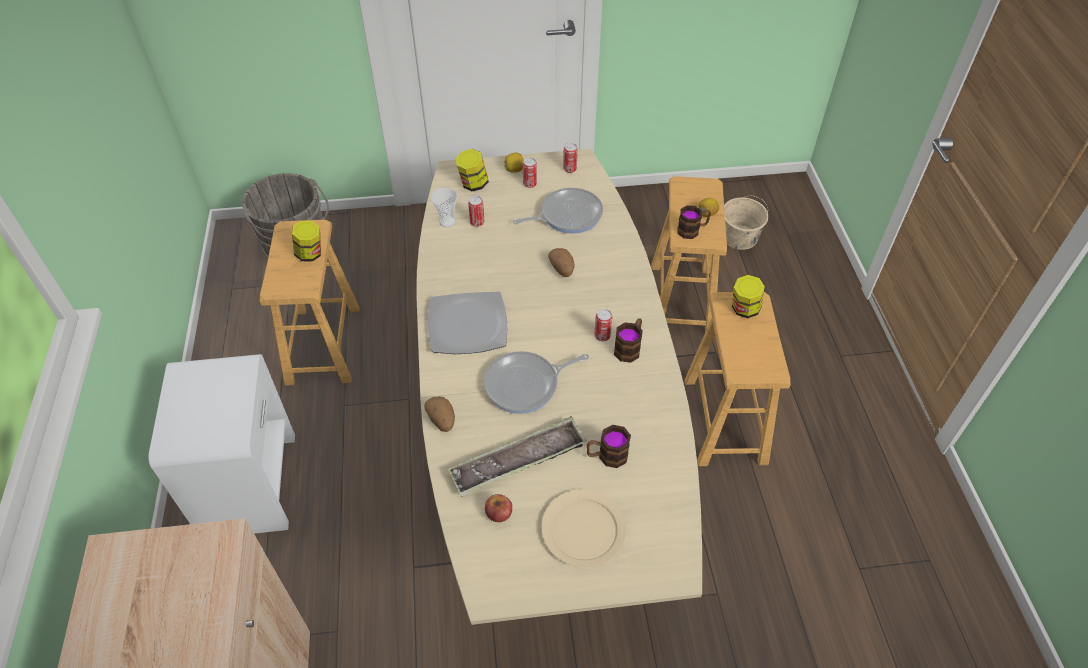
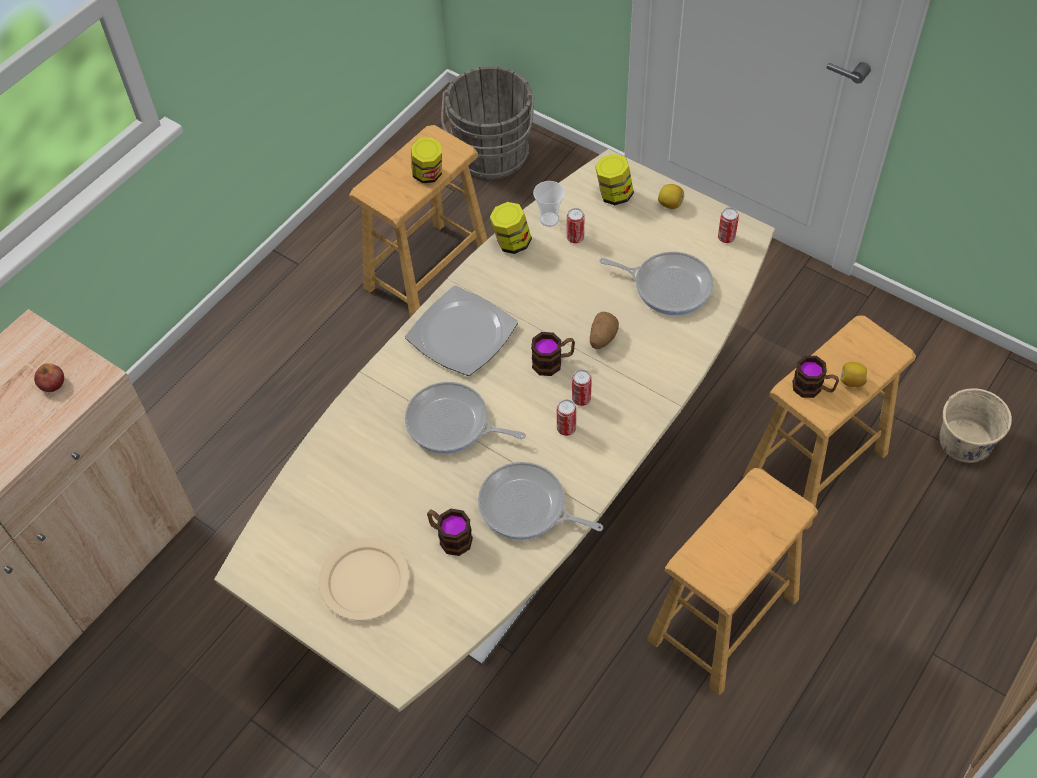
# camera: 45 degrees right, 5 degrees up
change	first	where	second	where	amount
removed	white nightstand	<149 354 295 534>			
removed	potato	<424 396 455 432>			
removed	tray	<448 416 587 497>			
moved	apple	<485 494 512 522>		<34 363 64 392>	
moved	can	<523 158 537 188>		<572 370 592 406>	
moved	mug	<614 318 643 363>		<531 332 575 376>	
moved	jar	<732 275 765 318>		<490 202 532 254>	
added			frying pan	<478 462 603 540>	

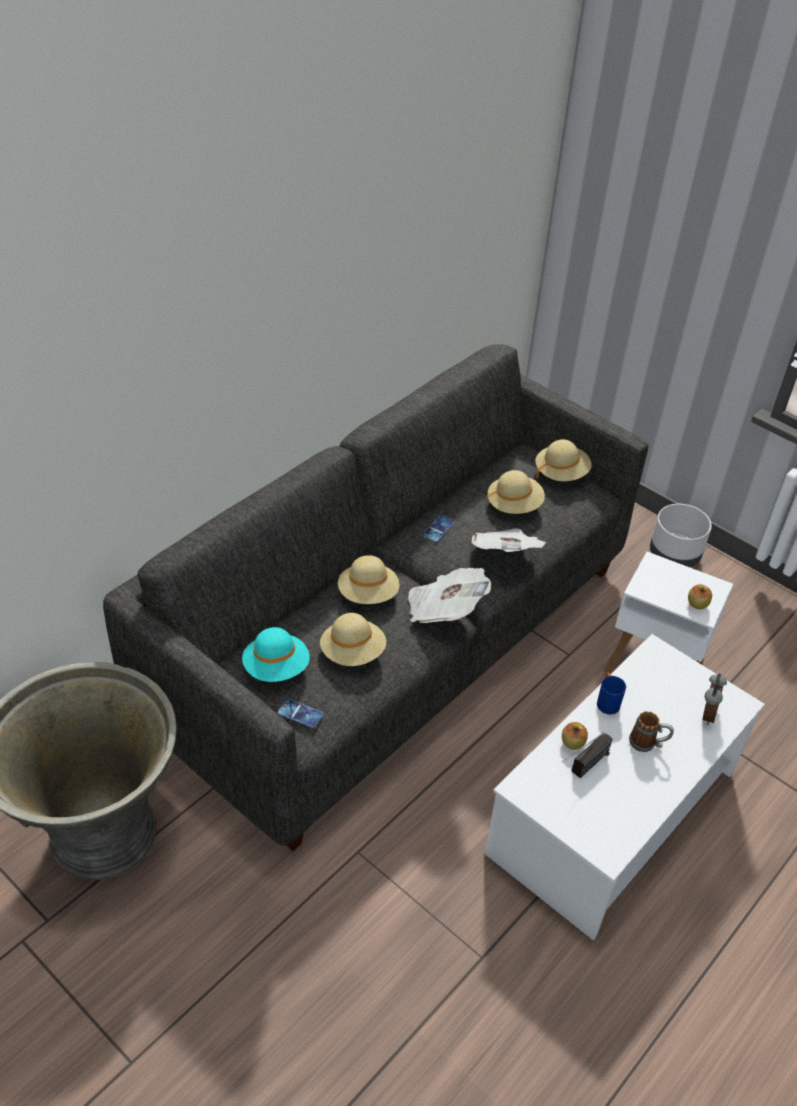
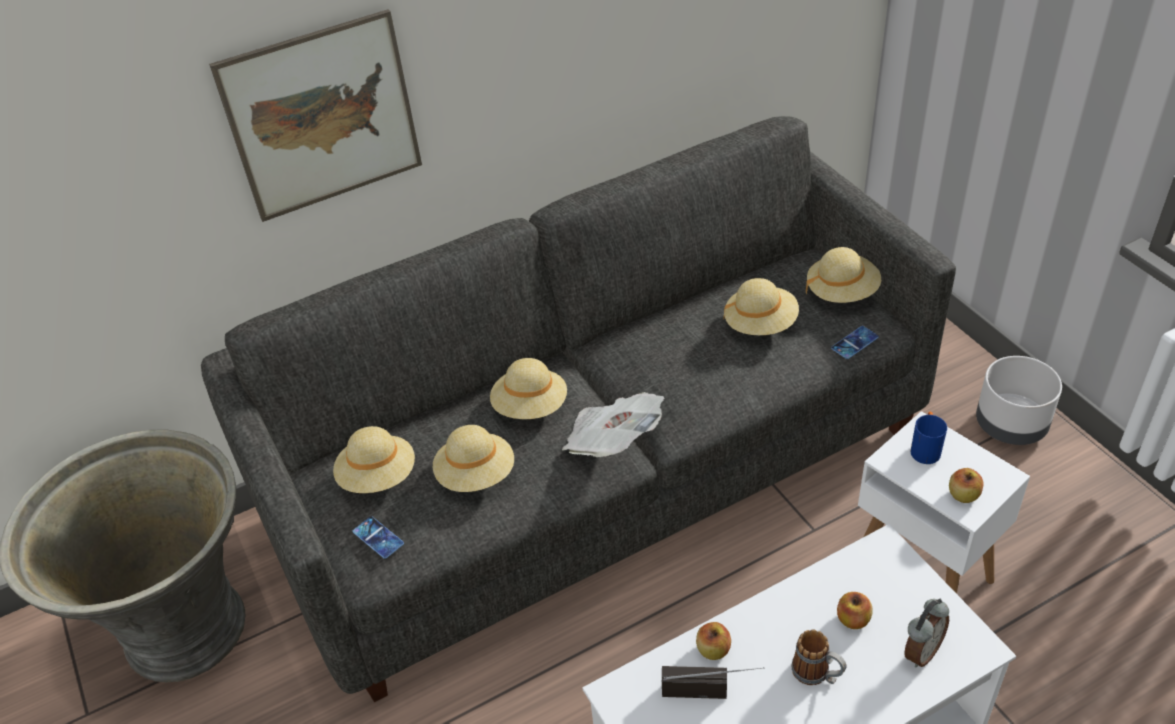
# camera: 25 degrees right, 0 degrees up
change	first	where	second	where	amount
recoloured	turquoise hat	<242 627 310 682>	beige hat	<333 426 415 493>	
moved	phone	<422 515 455 542>		<831 326 879 359>	
removed	newspaper	<471 528 546 552>			
turned	radio	<562 732 613 778>		<662 666 764 699>	150 degrees counterclockwise
moved	blue mug	<597 673 626 715>		<910 412 947 464>	
added			picture	<209 9 422 222>	
added			apple	<837 592 873 629>	

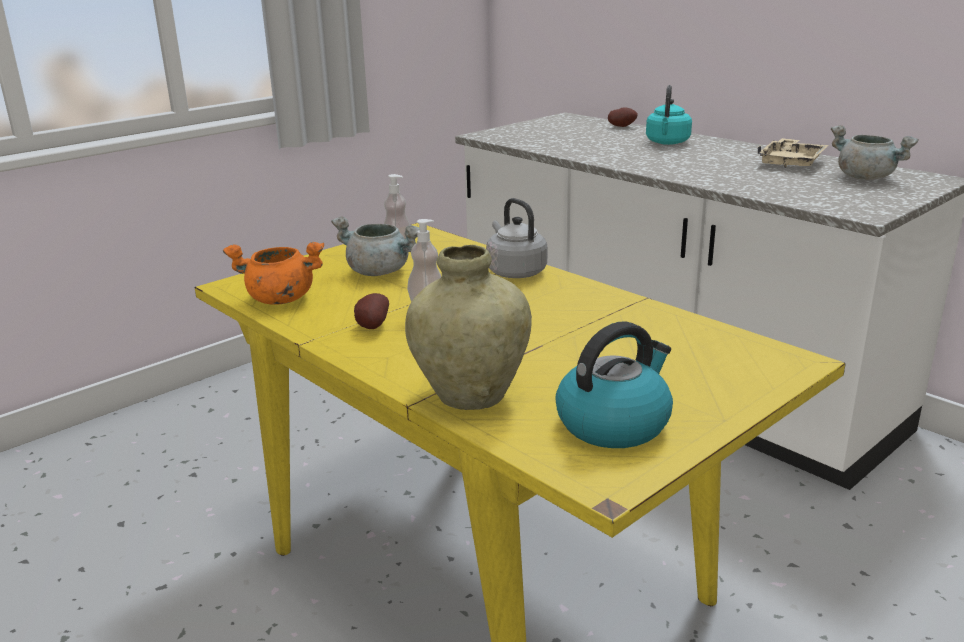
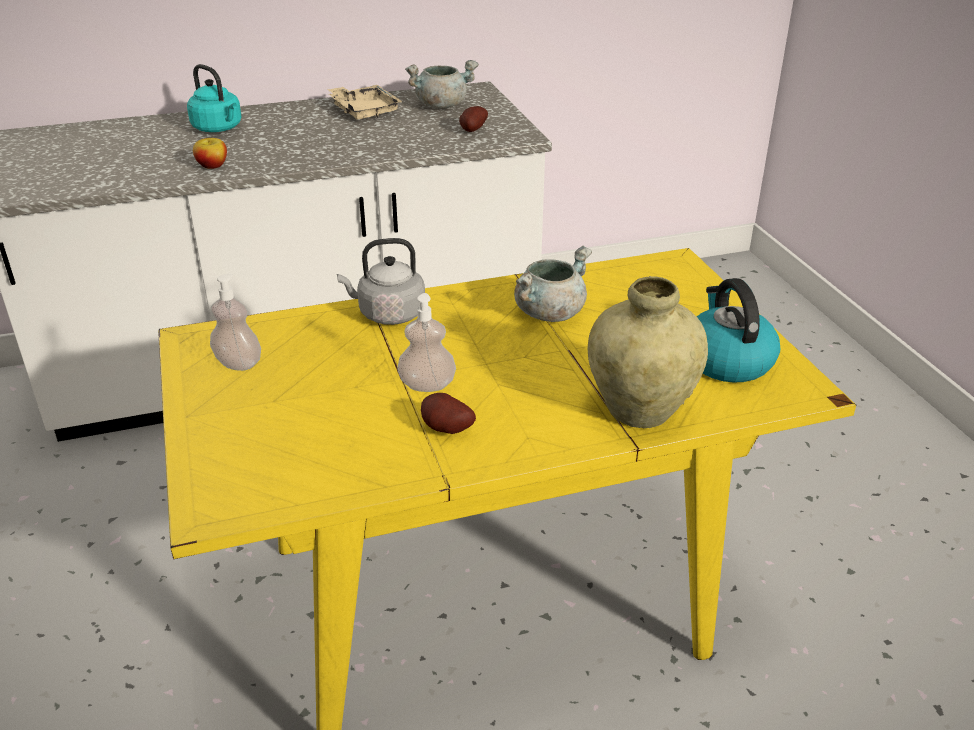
# camera: 65 degrees left, 10 degrees up
change	first	where	second	where	amount
removed	orange cooking pot	<223 242 324 305>			
moved	grey cooking pot	<331 217 420 276>		<514 246 592 322>	
moved	potato	<608 107 638 127>		<459 106 488 132>	
added			apple	<193 138 227 169>	

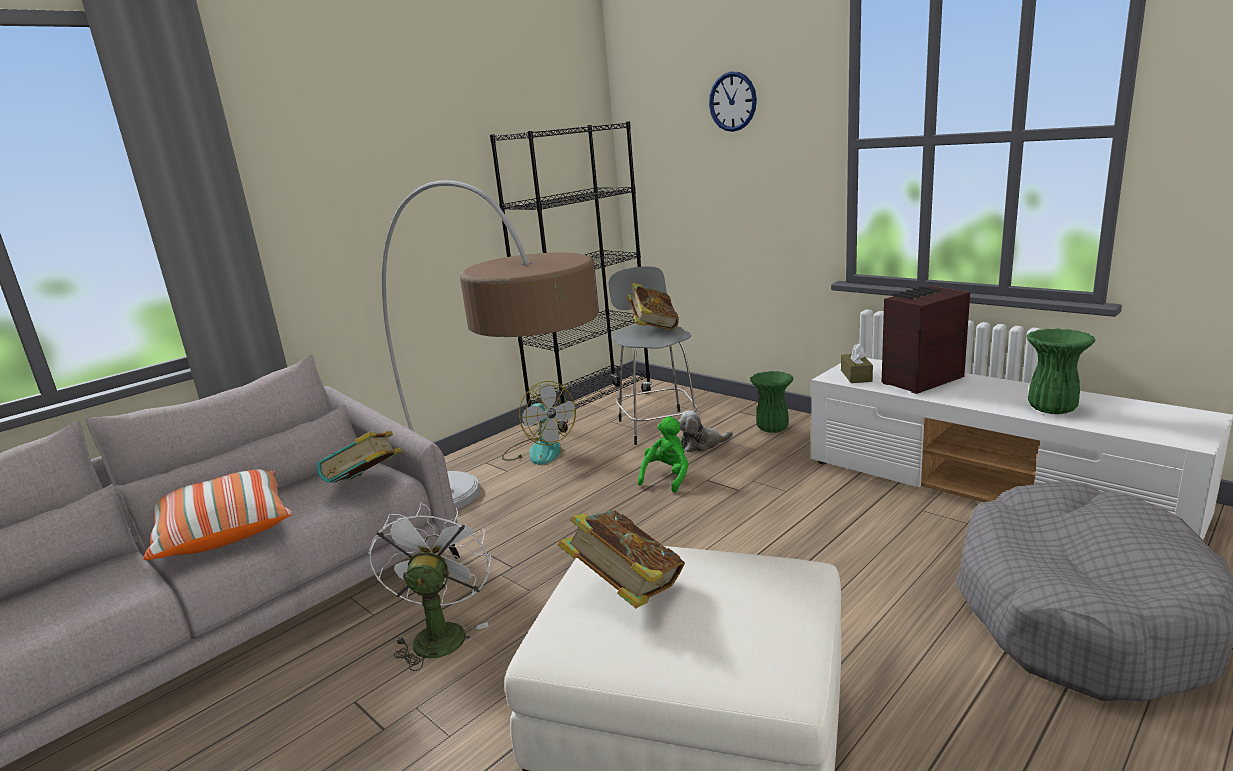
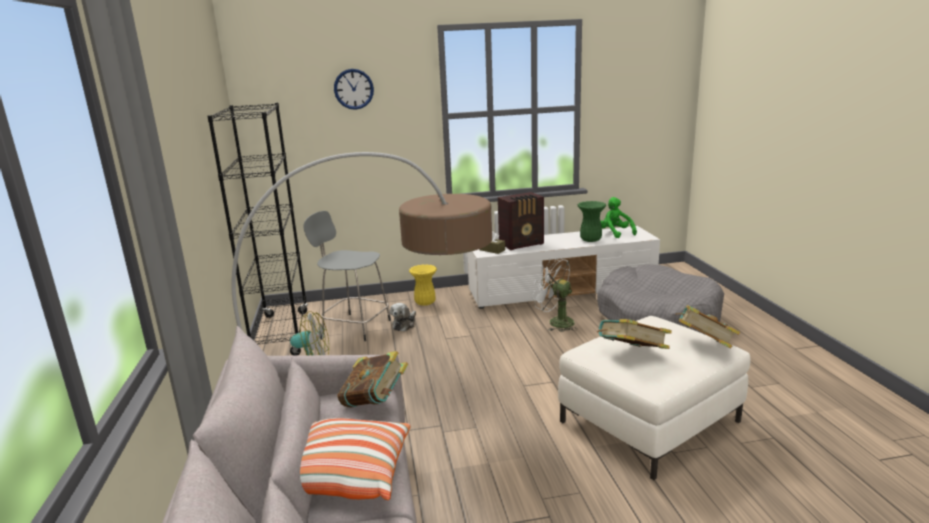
# camera: 55 degrees left, 0 degrees up
change	first	where	second	where	amount
moved	white fan	<368 503 491 671>		<532 258 577 332>	
moved	book	<627 283 679 330>		<676 305 740 348>	
moved	green plush toy	<638 416 688 493>		<600 197 637 238>	
recoloured	green vase	<750 371 793 433>	yellow vase	<409 264 437 306>	
turned	radio	<882 286 970 394>		<498 192 544 250>	120 degrees counterclockwise

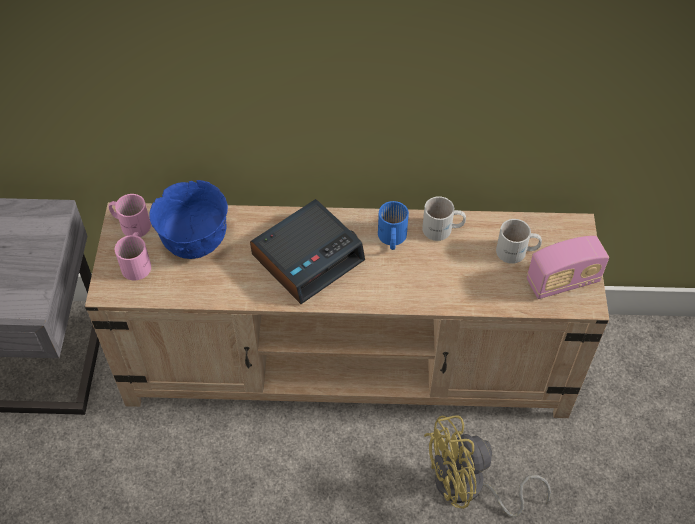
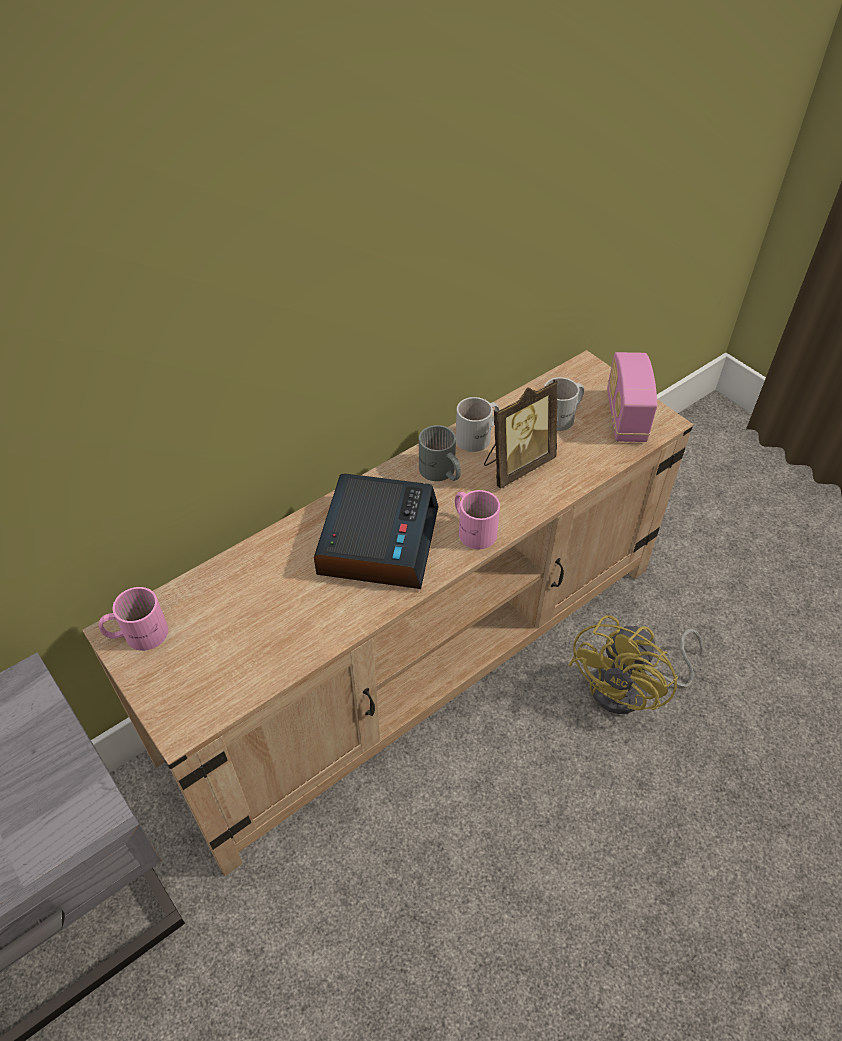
# camera: 40 degrees left, 5 degrees down
change	first	where	second	where	amount
moved	pink mug	<114 232 151 281>		<455 490 500 549>	
removed	blue bowl	<149 180 228 259>			
recoloured	blue mug	<378 201 409 250>	grey mug	<419 425 461 481>	
turned	radio	<527 236 609 299>		<607 352 657 442>	150 degrees clockwise
added			picture frame	<484 380 558 489>	

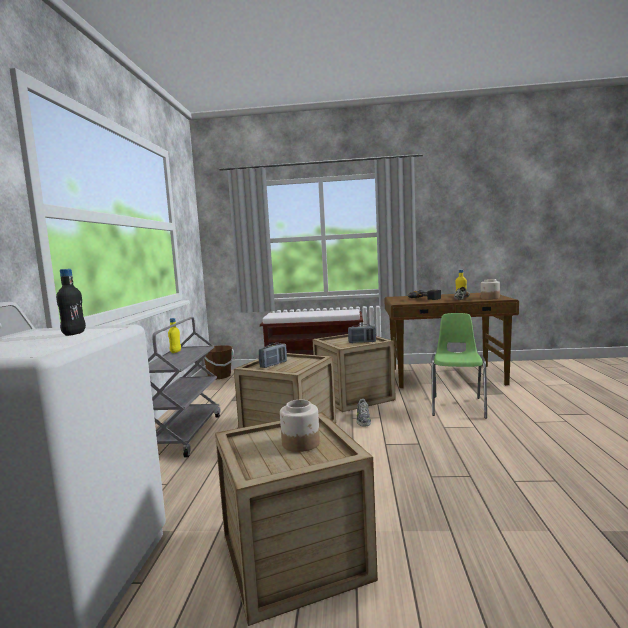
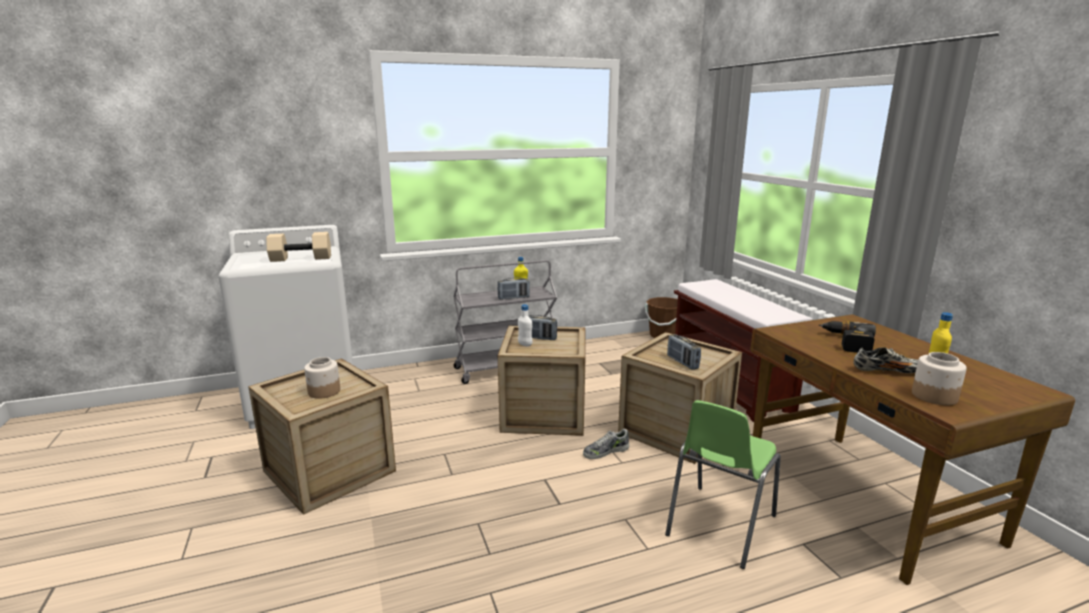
# camera: 65 degrees right, 10 degrees up
change	first	where	second	where	amount
replaced	black bottle	<56 269 86 336>	beige dumbbell	<266 232 331 262>	
turned	green chair	<431 313 487 419>		<665 400 781 569>	135 degrees clockwise
added			radio	<498 277 530 299>	
added			white bottle	<518 304 533 347>	

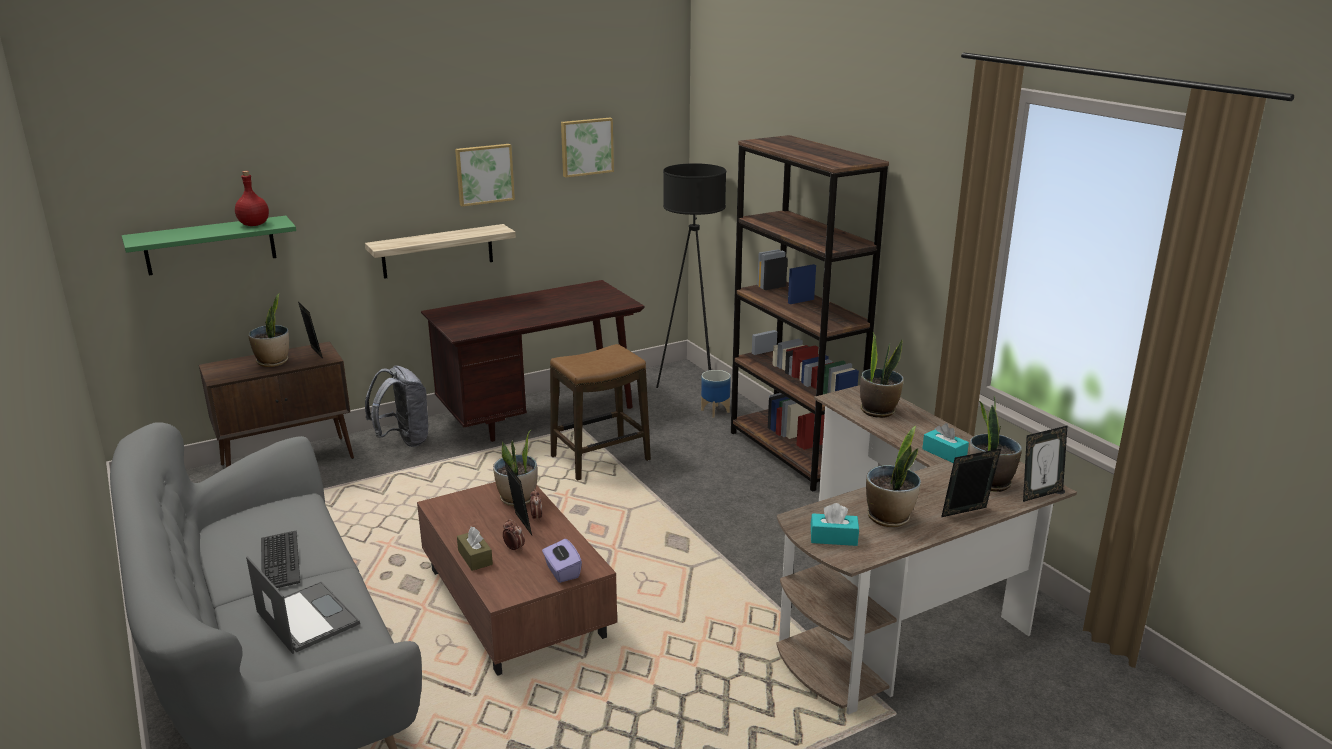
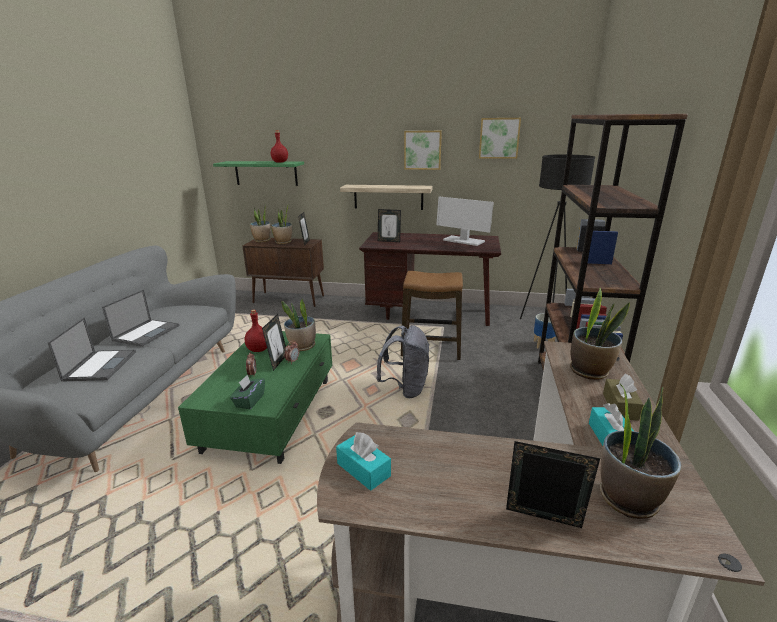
# camera: 40 degrees right, 0 degrees up
change	first	where	second	where	amount
replaced	keyboard	<261 531 300 588>	laptop	<102 289 180 347>	
moved	grey backpack	<365 365 429 447>		<376 325 429 398>	
recoloured	brown coffee table	<417 482 617 676>	green coffee table	<178 331 332 464>	
moved	brown tissue box	<457 527 493 571>		<603 374 643 421>	
recoloured	purple tissue box	<542 539 582 583>	green tissue box	<230 375 265 409>	
moved	potted plant	<866 426 921 527>		<250 203 271 242>	
moved	picture frame	<1023 425 1068 502>		<378 209 401 242>	
added			red bottle	<245 310 267 352>	
added			monitor	<436 196 494 246>	

